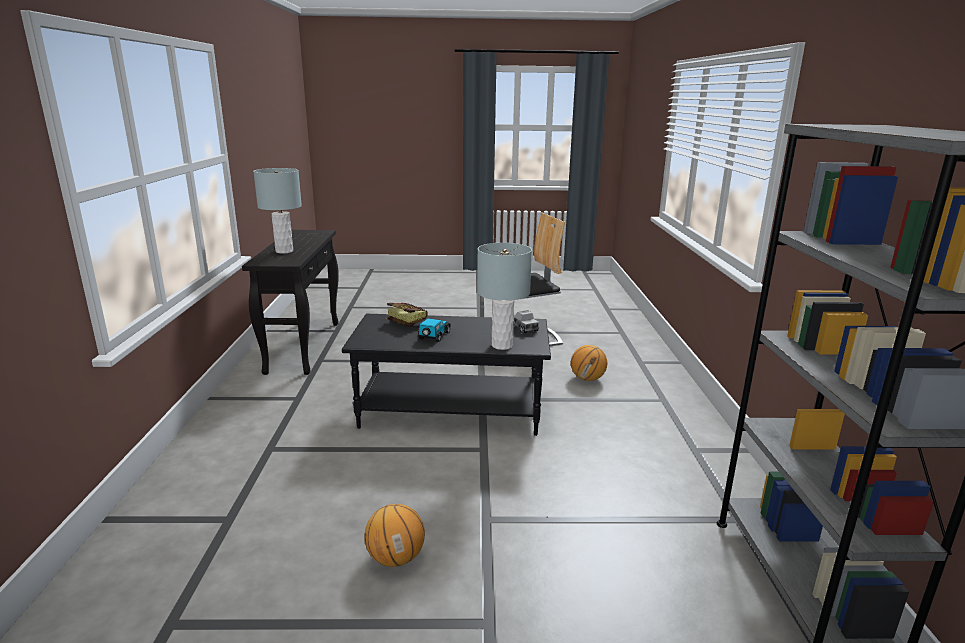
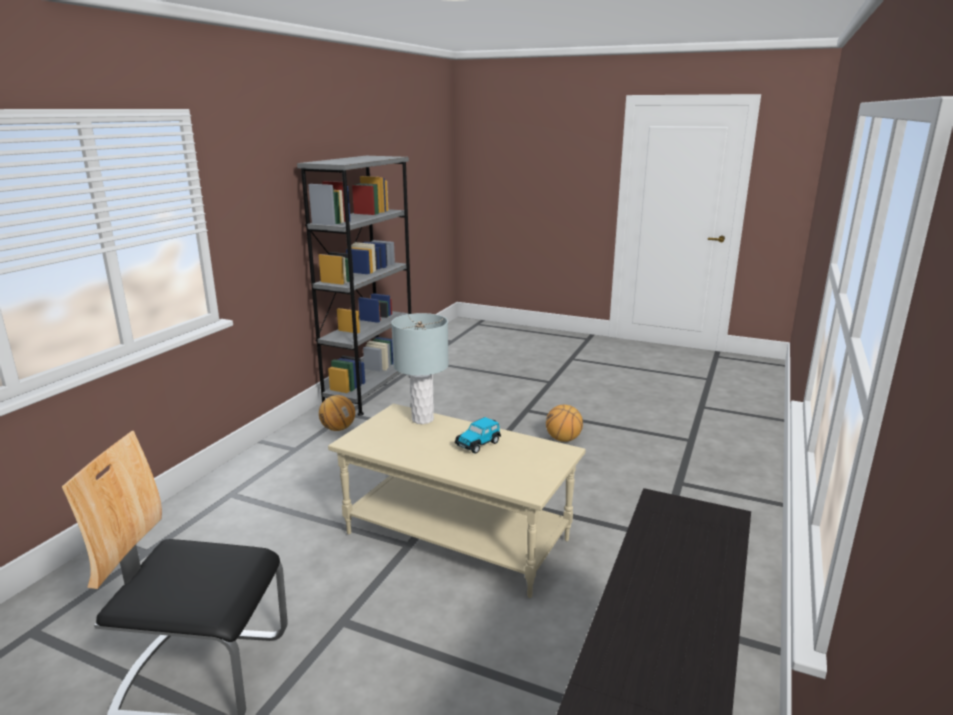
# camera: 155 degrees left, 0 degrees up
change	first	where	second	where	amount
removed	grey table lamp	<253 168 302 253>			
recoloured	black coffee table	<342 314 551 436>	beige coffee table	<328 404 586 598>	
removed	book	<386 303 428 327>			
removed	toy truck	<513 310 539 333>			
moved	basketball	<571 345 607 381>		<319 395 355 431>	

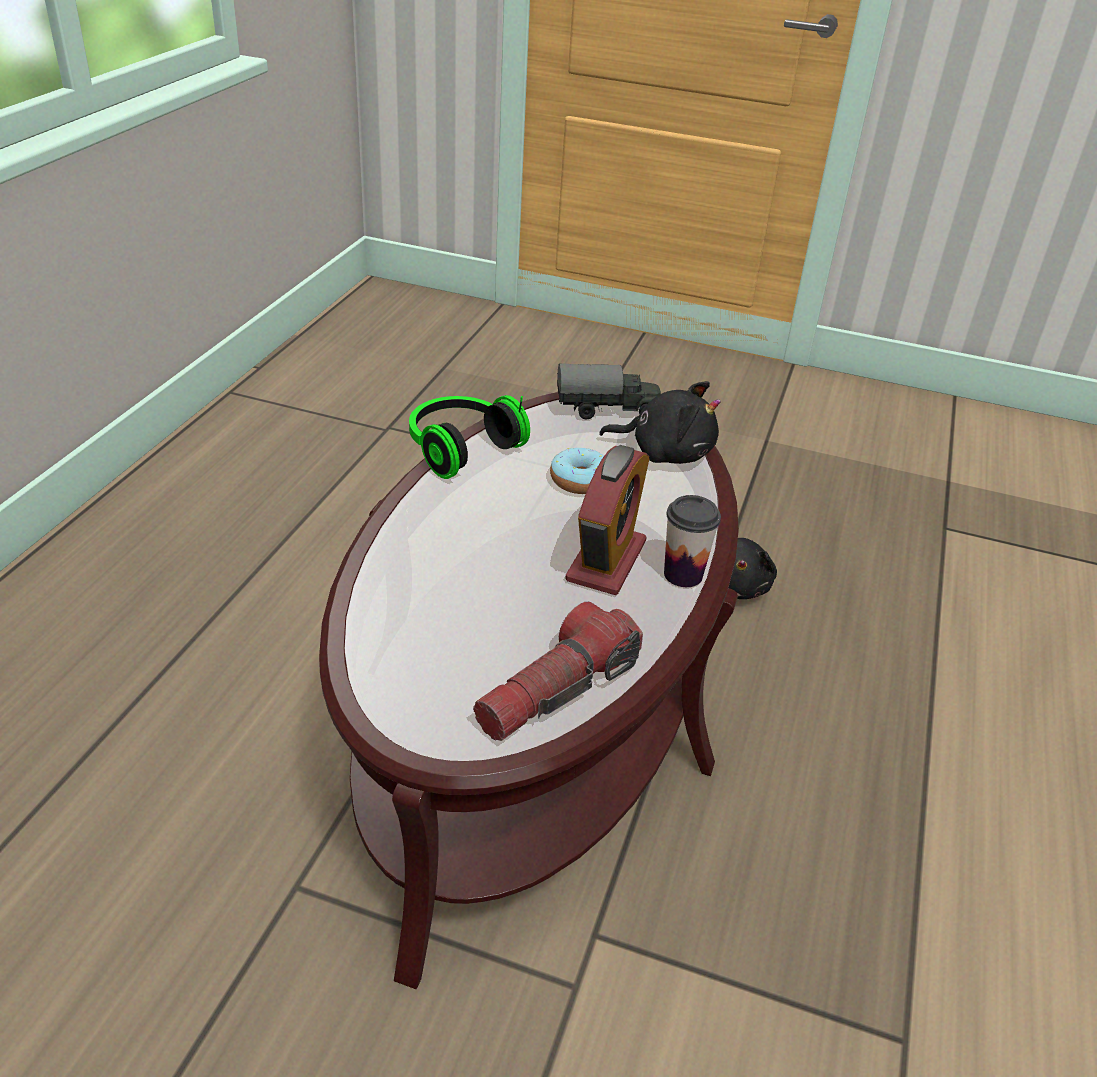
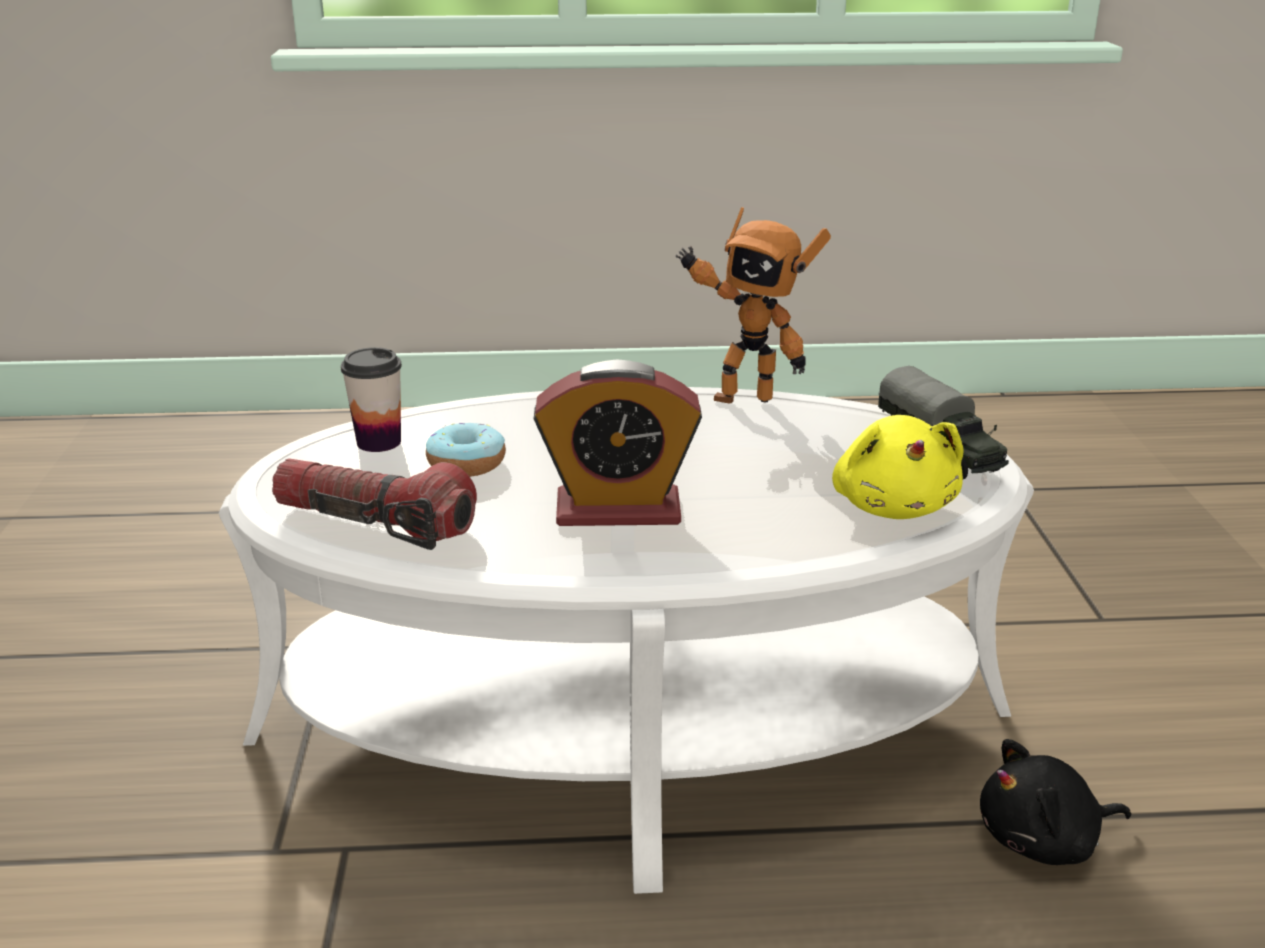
# camera: 70 degrees right, 10 degrees down
change	first	where	second	where	amount
recoloured	brown coffee table	<319 392 739 989>	white coffee table	<219 387 1034 894>	
replaced	headphones	<409 395 530 479>	toy robot	<675 207 831 403>	
moved	donut	<550 448 604 494>		<426 423 506 477>	
recoloured	black plush toy	<599 381 721 464>	yellow plush toy	<832 415 964 519>	
moved	cup	<664 495 721 587>		<341 347 402 452>	

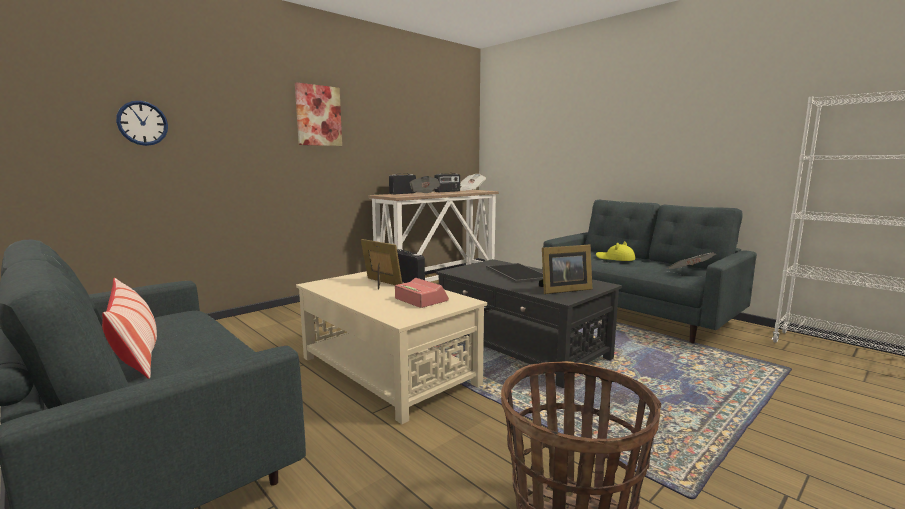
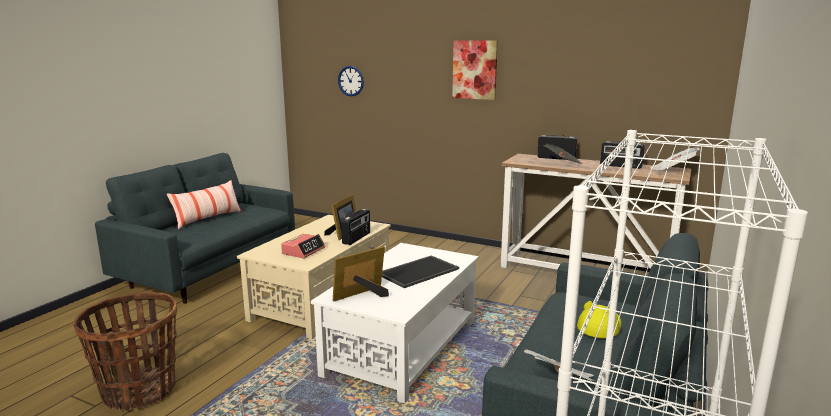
# camera: 70 degrees right, 5 degrees up
change	first	where	second	where	amount
recoloured	black coffee table	<436 259 622 388>	white coffee table	<311 243 479 403>	
turned	picture frame	<539 245 592 294>		<333 246 389 302>	90 degrees clockwise

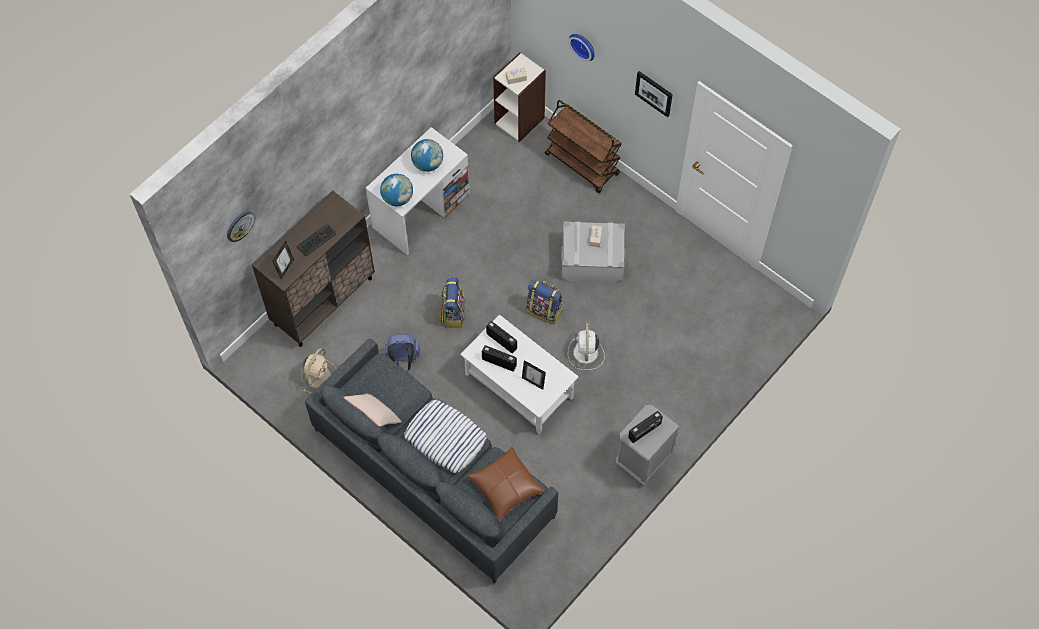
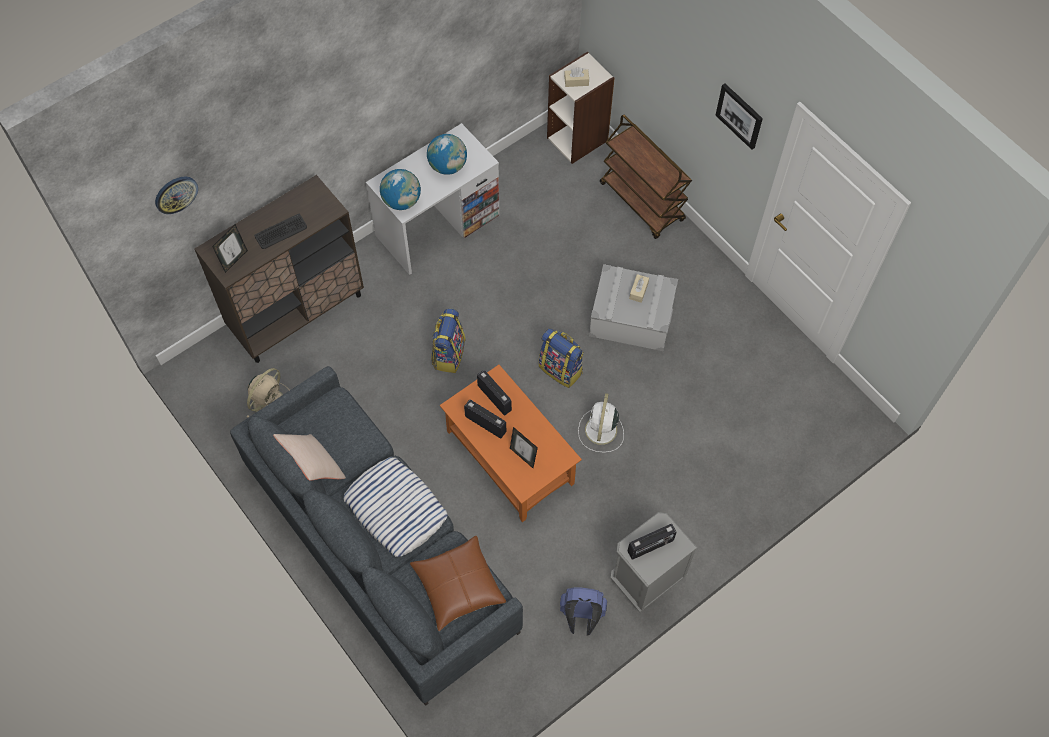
# camera: 10 degrees right, 0 degrees up
change	first	where	second	where	amount
moved	blue backpack	<385 334 420 370>		<560 587 607 636>	
recoloured	white coffee table	<460 315 579 434>	orange coffee table	<440 365 582 522>	
removed	wall clock	<568 34 595 61>			

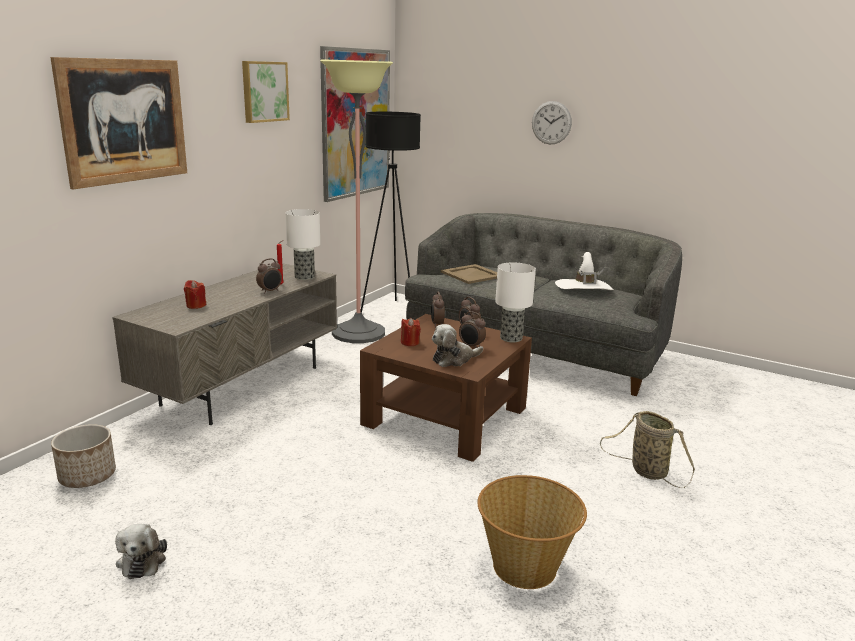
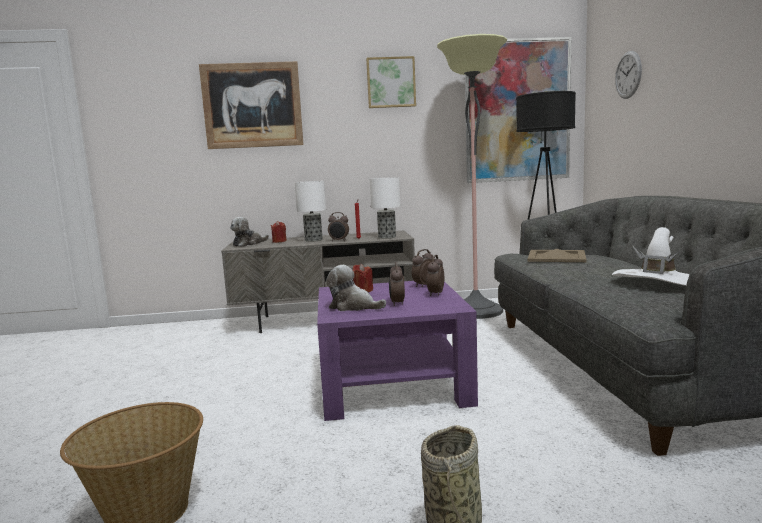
# camera: 55 degrees right, 10 degrees down
change	first	where	second	where	amount
removed	planter	<51 424 116 488>			
moved	plush toy	<115 524 167 579>		<230 217 269 247>	
recoloured	brown coffee table	<360 314 532 462>	purple coffee table	<317 281 478 421>	
moved	table lamp	<495 263 536 342>		<295 181 326 242>	
moved	wall clock	<532 101 572 144>		<615 51 642 99>	

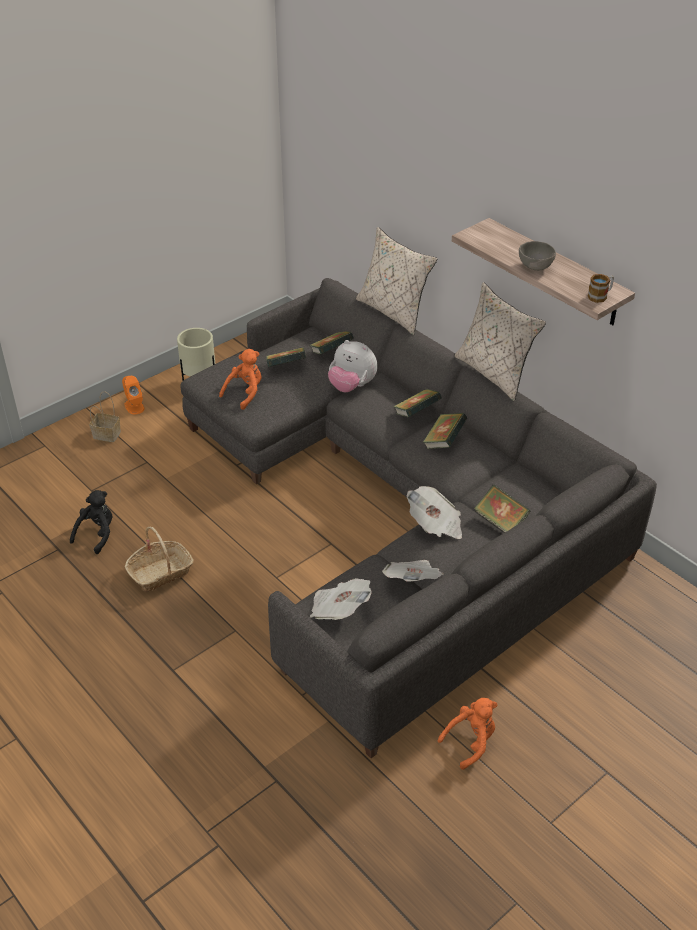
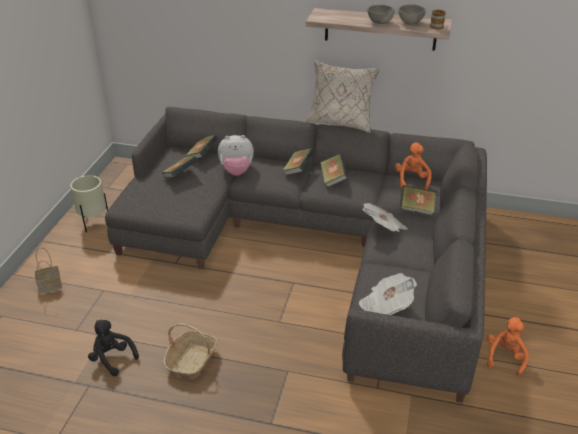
# camera: 35 degrees left, 5 degrees down
change	first	where	second	where	amount
turned	black plush toy	<70 490 112 554>		<88 320 139 376>	45 degrees counterclockwise
removed	orange speaker	<122 376 145 414>			
moved	orange plush toy	<219 349 262 410>		<395 142 432 190>	
removed	beige pillow	<356 227 438 335>			
removed	newspaper	<382 560 443 582>			
added			grey bowl	<398 4 426 24>	

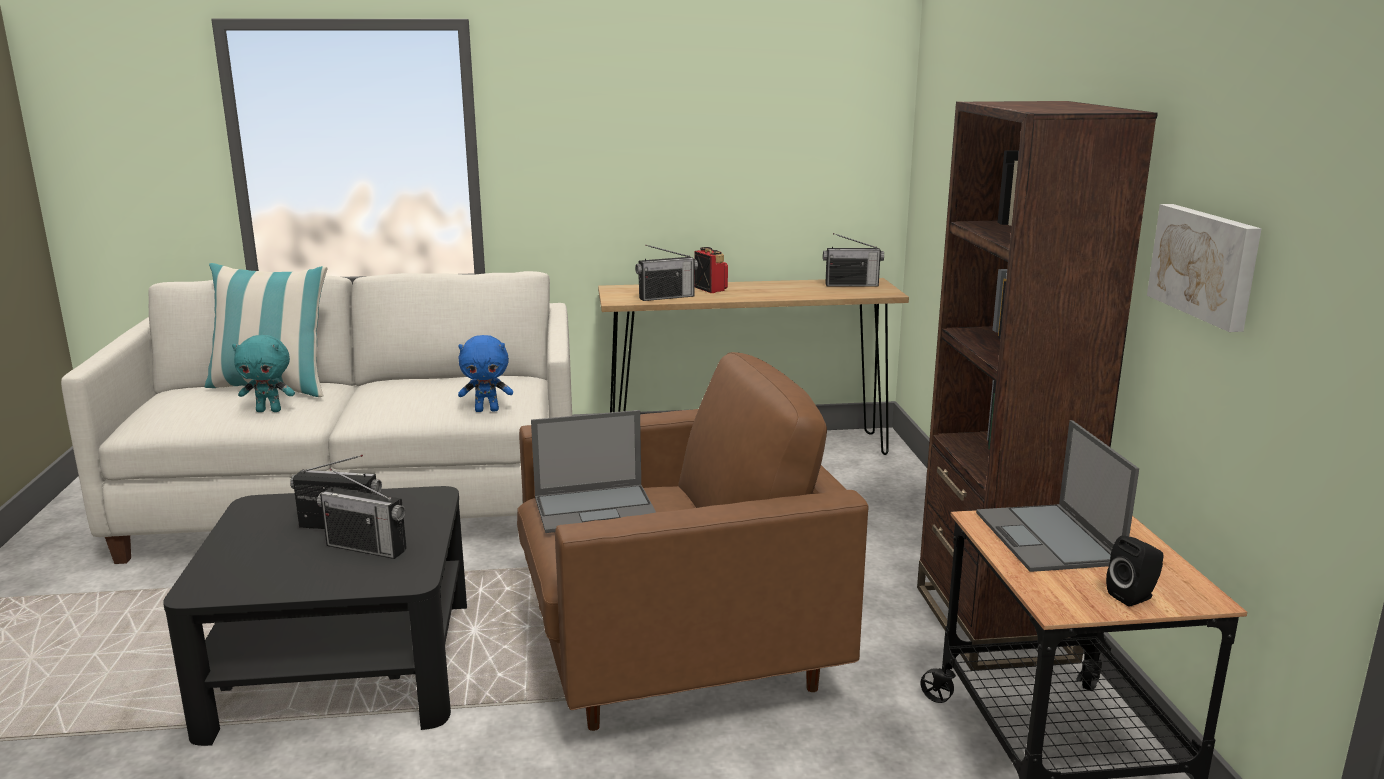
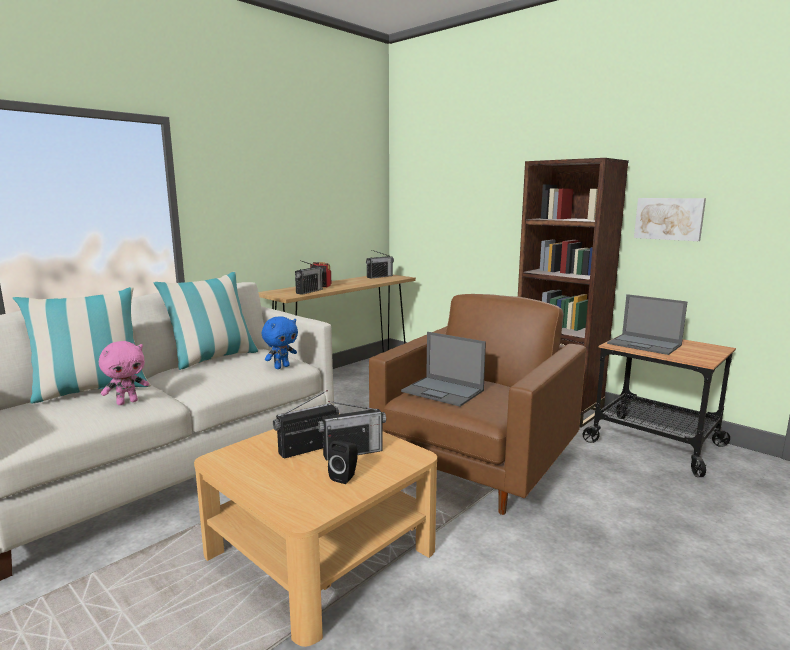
# camera: 40 degrees left, 5 degrees down
change	first	where	second	where	amount
recoloured	black coffee table	<163 486 467 746>	beige coffee table	<194 413 437 647>	
recoloured	turquoise plush toy	<232 335 295 412>	pink plush toy	<99 341 149 405>	
turned	laptop	<531 410 656 533>		<401 332 486 407>	90 degrees clockwise
moved	black speaker	<1106 535 1164 607>		<328 440 358 484>	
added			pillow	<154 272 259 370>	

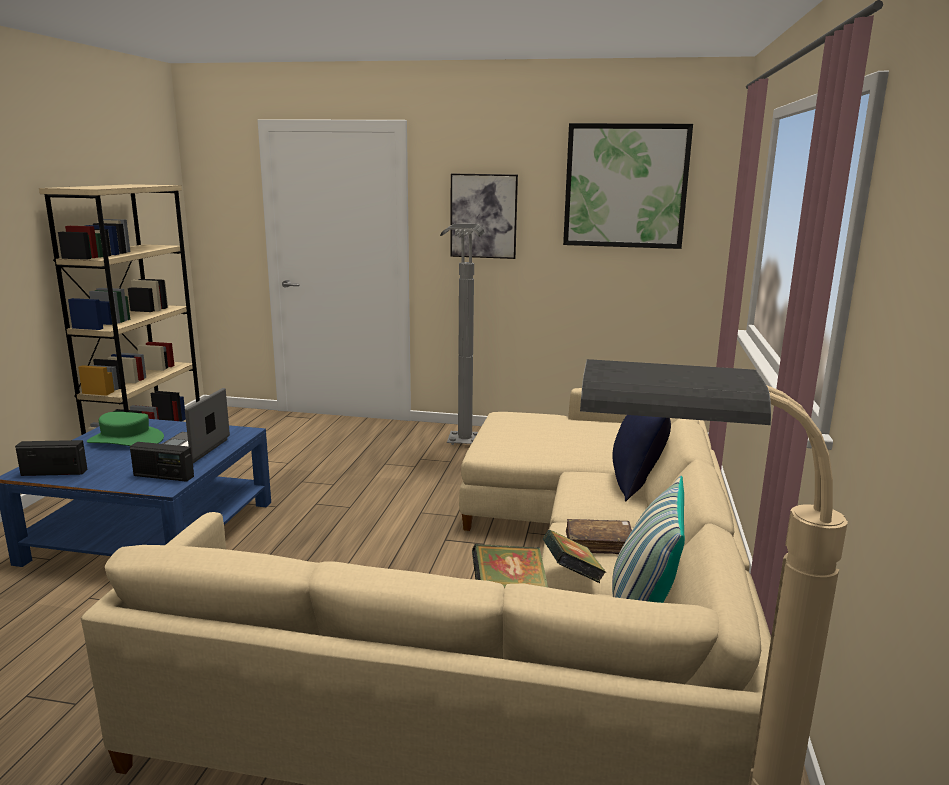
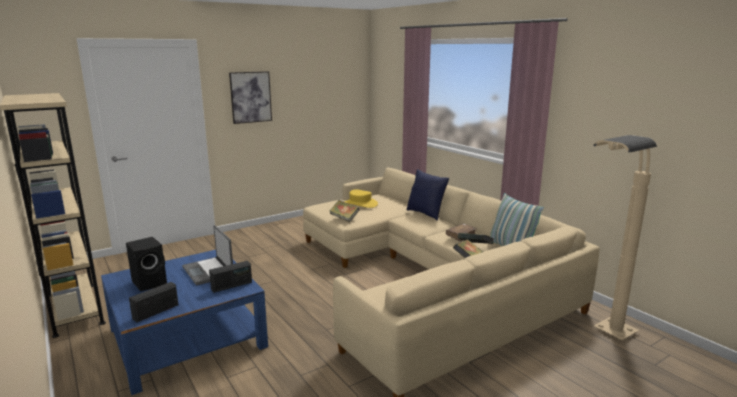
# camera: 45 degrees left, 0 degrees up
change	first	where	second	where	amount
replaced	green hat	<87 412 164 446>	black speaker	<126 237 167 291>	
removed	grey floor lamp	<440 223 485 445>			
removed	picture	<563 123 693 249>			
added			book	<330 200 359 222>	
added			yellow hat	<344 189 378 208>	

